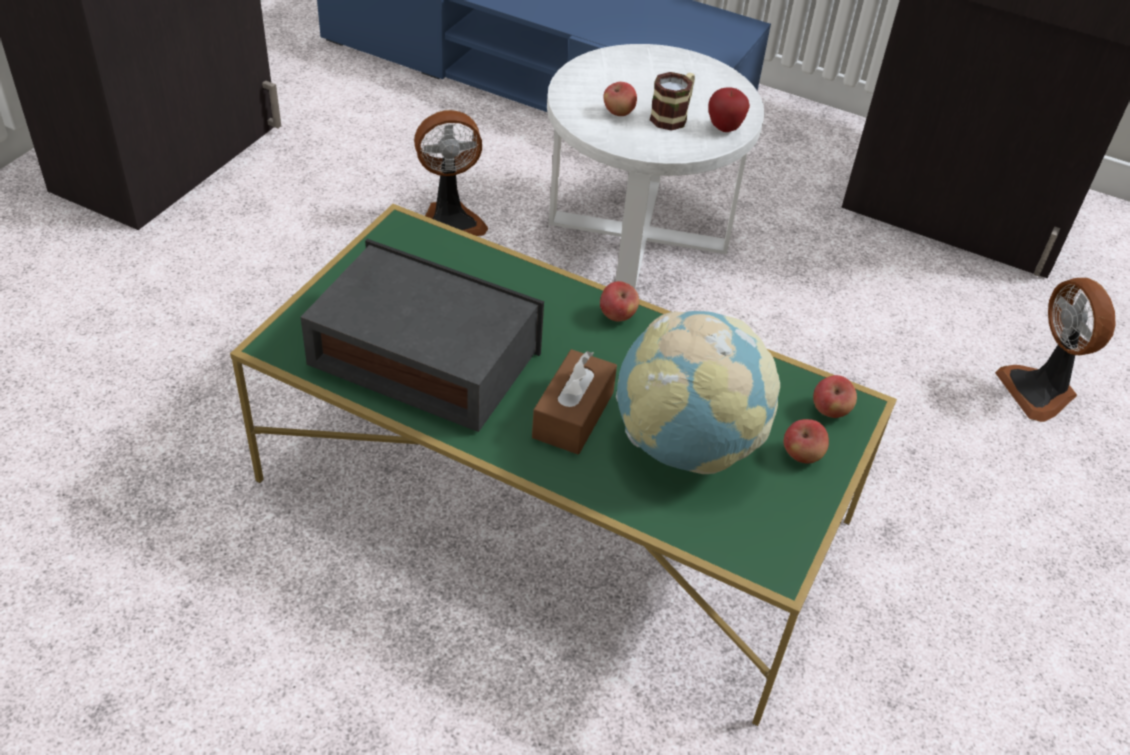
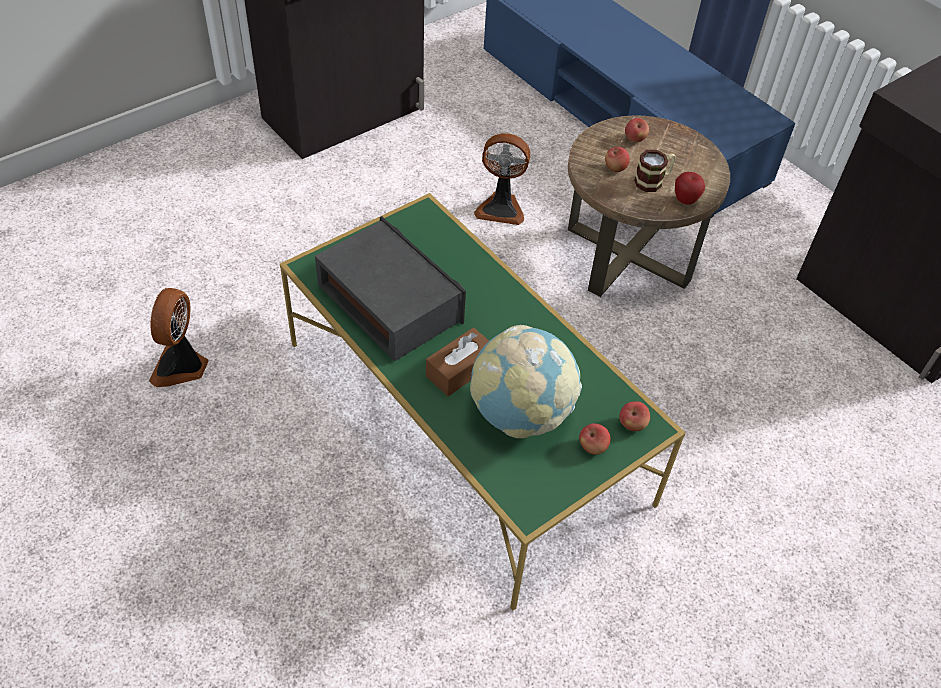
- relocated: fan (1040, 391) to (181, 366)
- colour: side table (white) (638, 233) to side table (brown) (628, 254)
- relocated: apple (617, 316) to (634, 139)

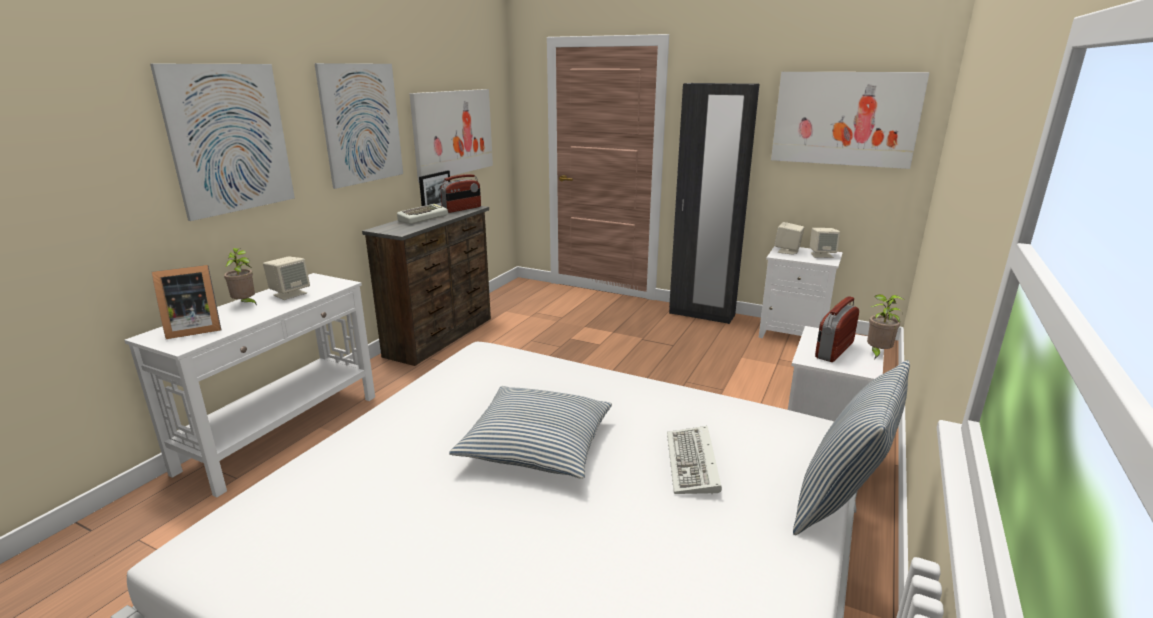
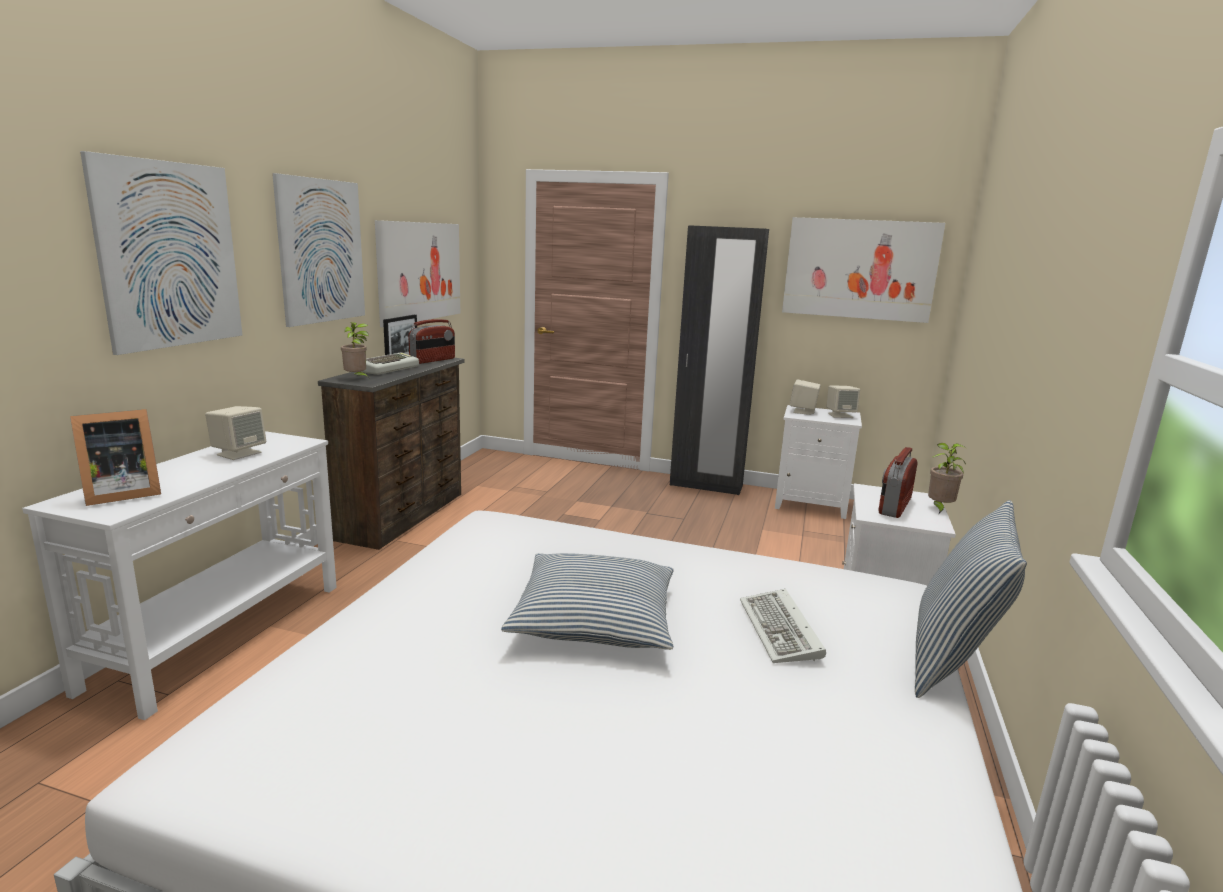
- relocated: potted plant (245, 304) to (357, 378)

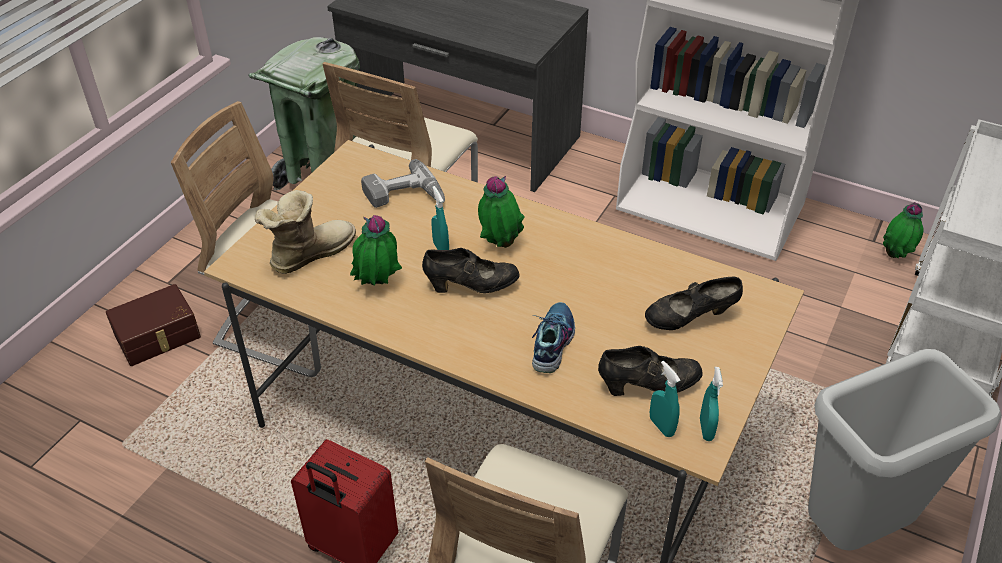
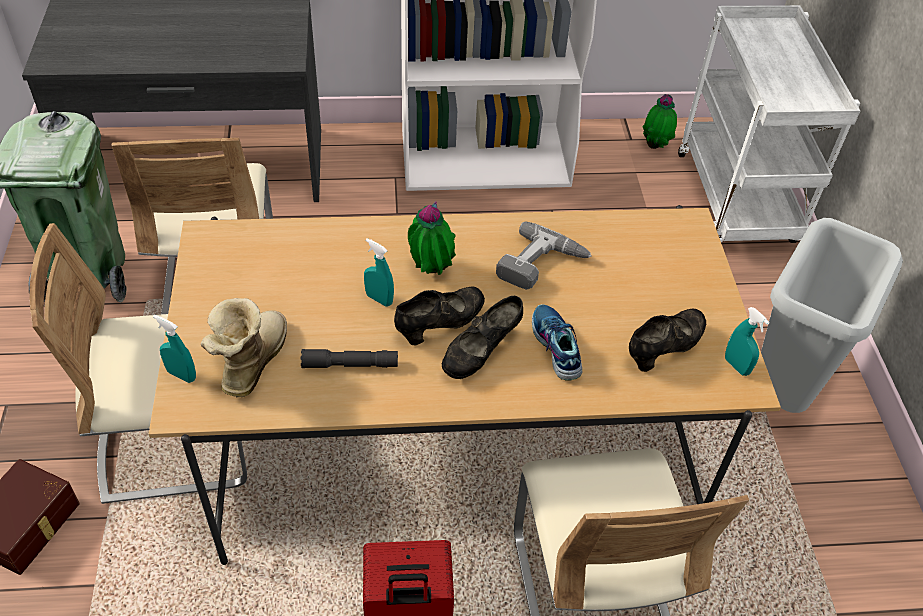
- relocated: spray bottle (turquoise) (661, 426) to (181, 375)
- exchanged: potted plant (378, 285) to flashlight (grey) (350, 364)
- relocated: shoe (black) (690, 319) to (481, 353)
- relocated: power drill (405, 197) to (541, 266)

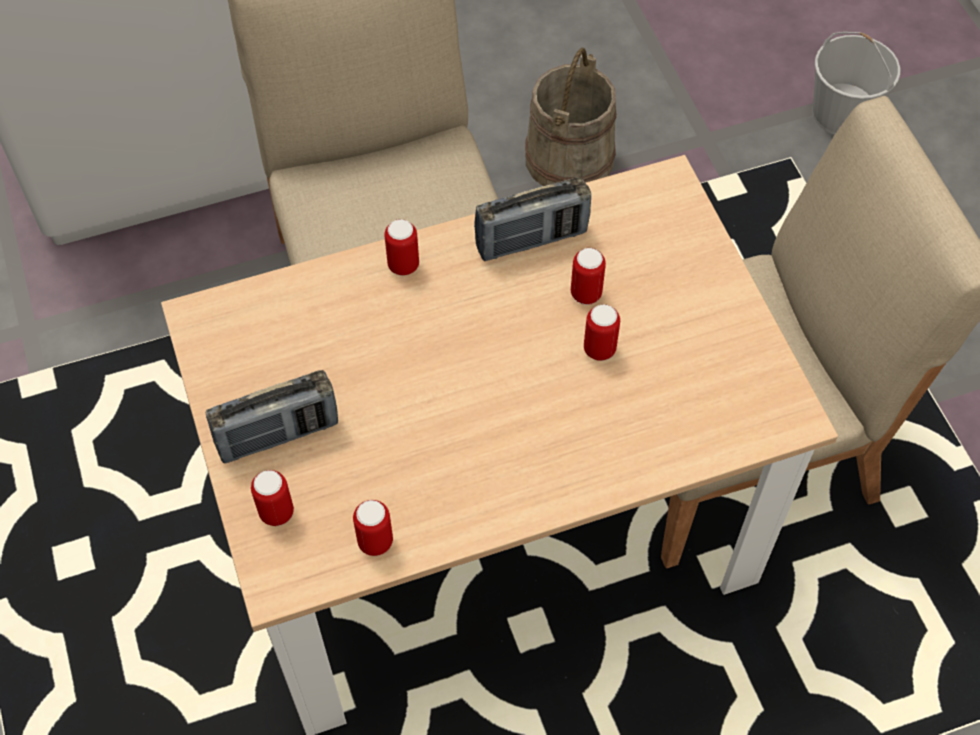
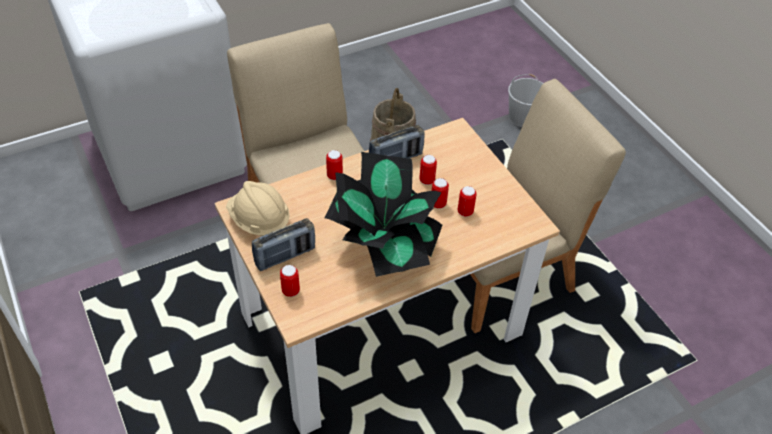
- appeared: hard hat (beige) (259, 221)
- appeared: potted plant (384, 243)
- relocated: can (375, 542) to (465, 212)

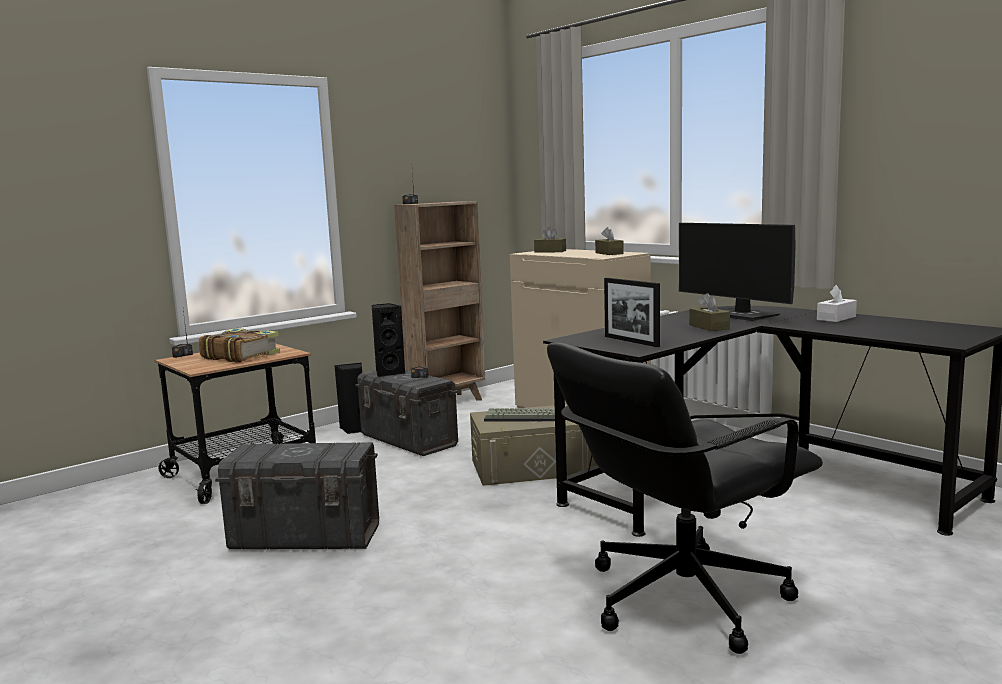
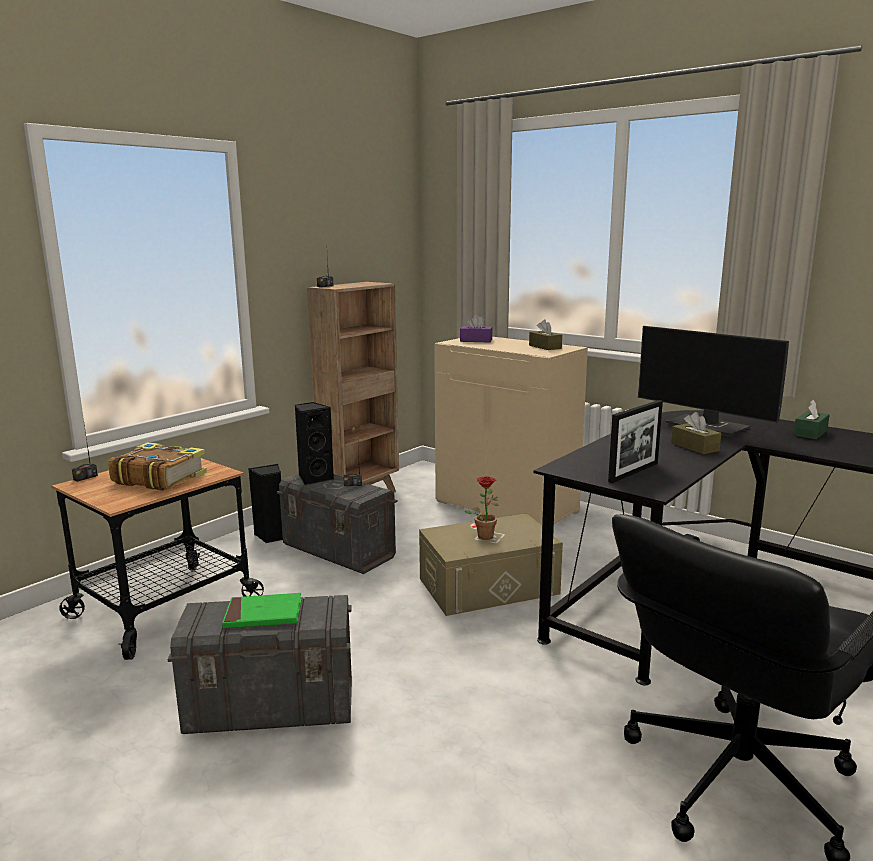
- appeared: book (green) (263, 615)
- colour: tissue box (brown) (550, 251) to tissue box (purple) (476, 340)
- exchanged: keyboard (526, 416) to potted plant (484, 535)
- spun: picture frame (631, 341) = (633, 472) 90 degrees counterclockwise
- colour: tissue box (white) (836, 318) to tissue box (green) (810, 433)

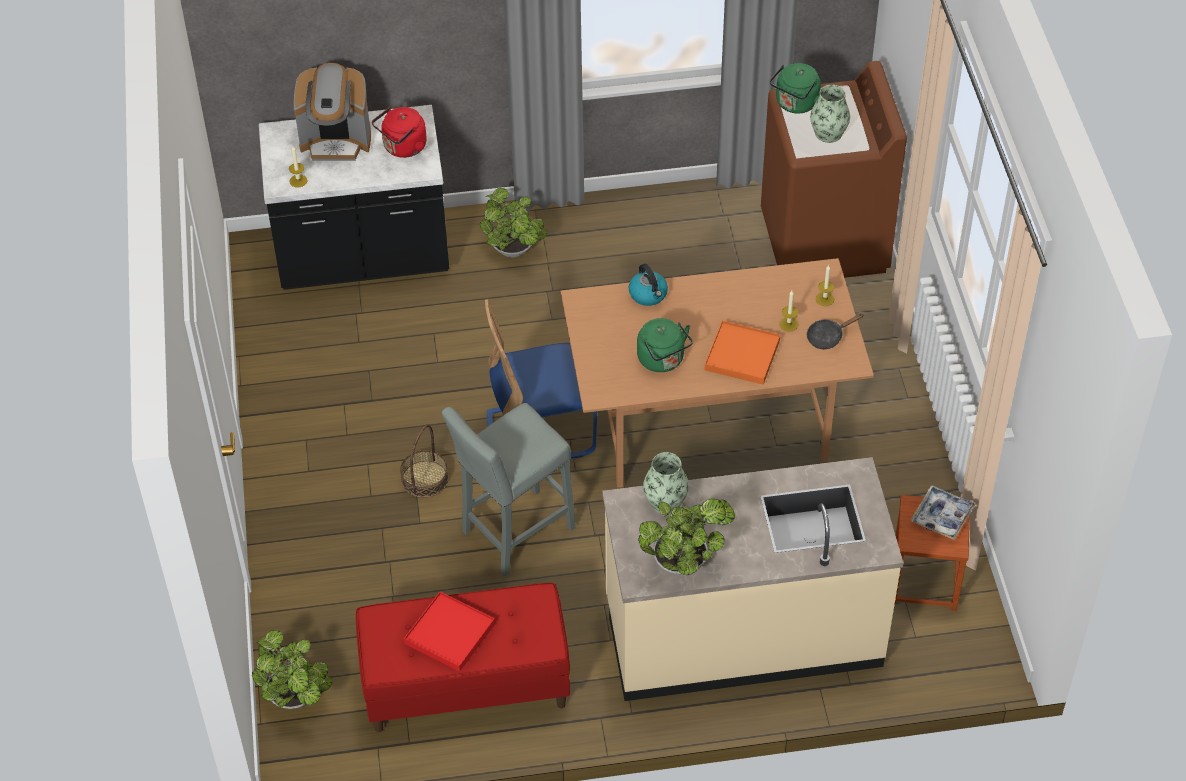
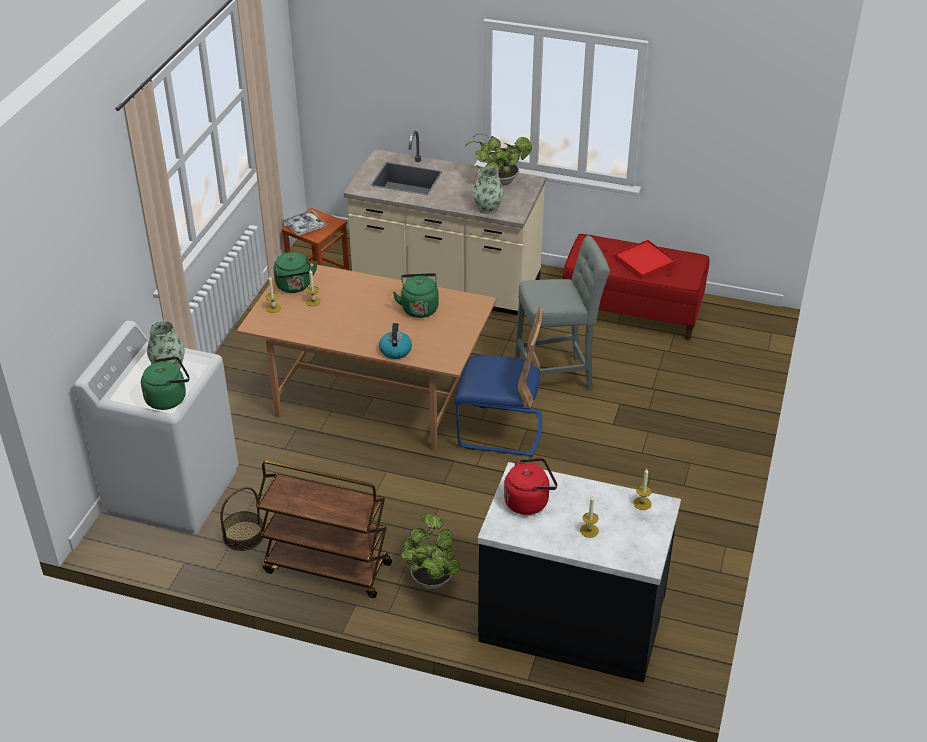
- colour: washing machine (brown) (824, 242) to washing machine (white) (173, 491)
- relocated: basket (424, 479) to (243, 536)
- appeared: cart (brown) (326, 568)
- exchanged: frying pan (black) (828, 337) to kettle (green) (294, 286)
- exchanged: coffee machine (336, 141) to candle (589, 530)
- missing: potted plant (296, 699)
- missing: tray (orange) (742, 355)

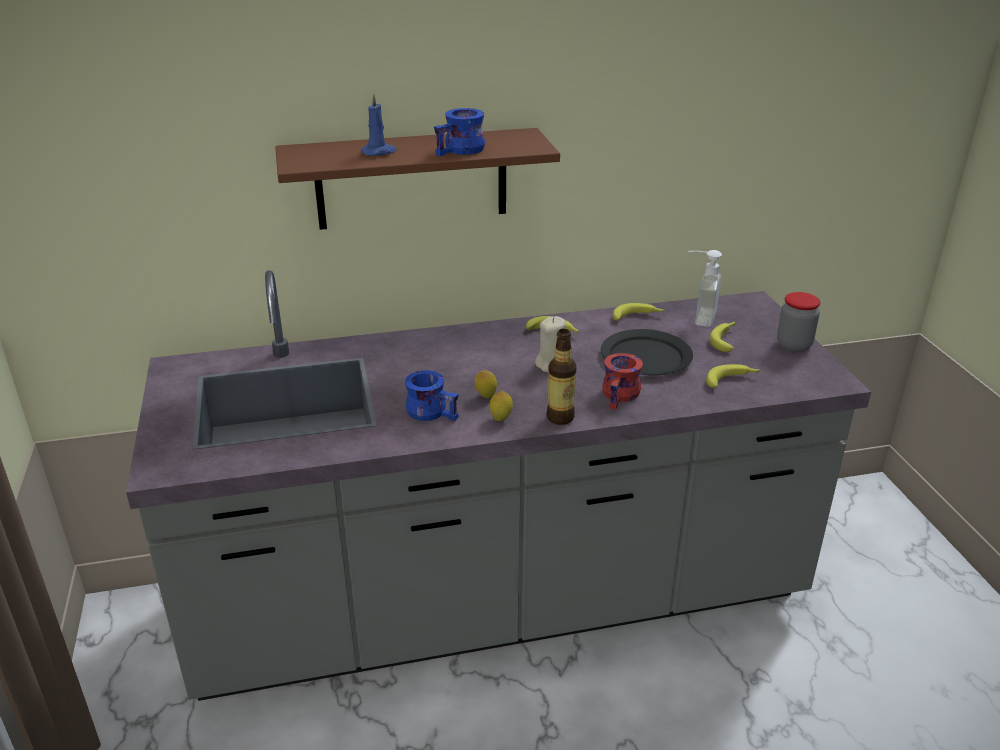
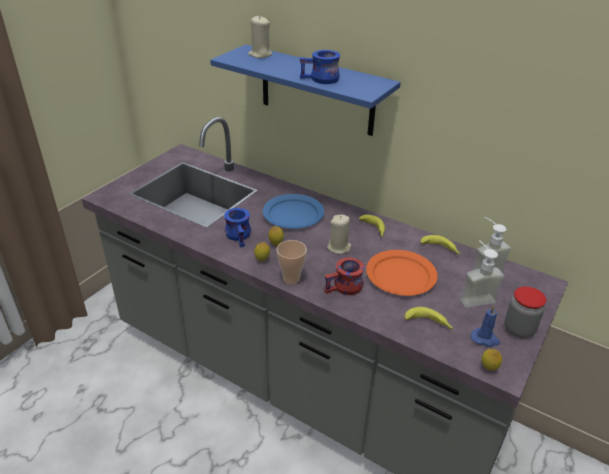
- colour: shelf (brown) (412, 179) to shelf (blue) (317, 91)
- appeared: candle (beige) (260, 54)
- appeared: plate (blue) (293, 214)
- exchanged: bottle (560, 417) to cup (291, 278)
- colour: plate (black) (645, 357) to plate (orange) (400, 275)
- exchanged: banana (726, 339) to soap dispenser (474, 296)
- relocated: candle (blue) (379, 152) to (485, 339)
- appeared: lemon (488, 369)

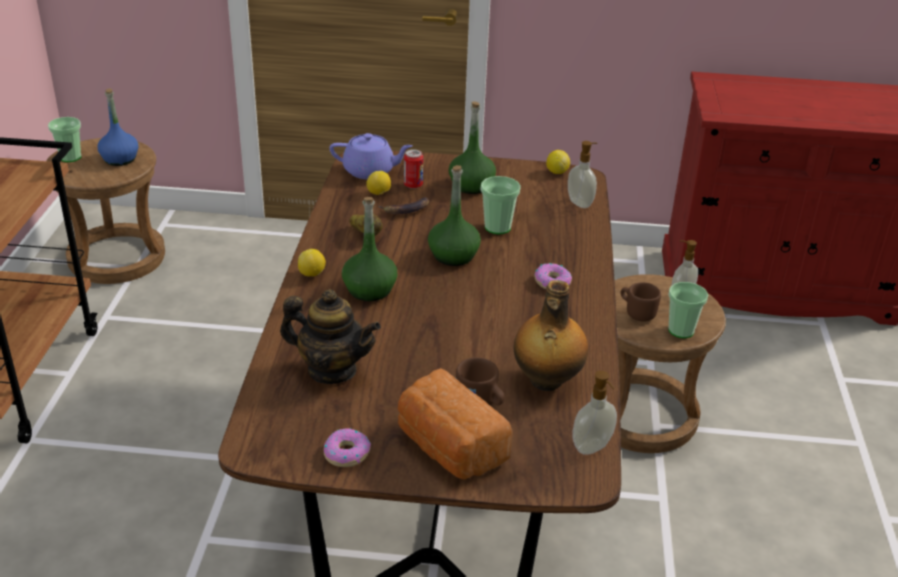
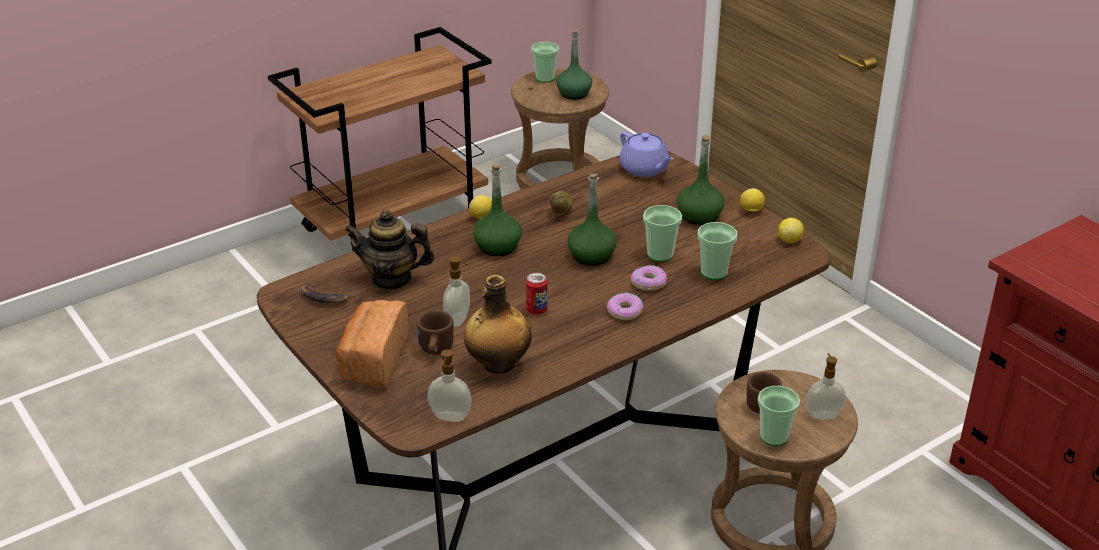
- relocated: banana (406, 209) to (323, 297)
- spun: teapot (332, 370) = (391, 279) 120 degrees clockwise
- relocated: soap dispenser (580, 203) to (458, 320)
- relocated: can (413, 185) to (536, 310)
- colour: bottle (blue) (120, 159) to bottle (green) (574, 94)
- relocated: donut (346, 453) to (648, 282)
- appeared: cup (714, 272)
- relocated: lemon (379, 194) to (751, 210)

